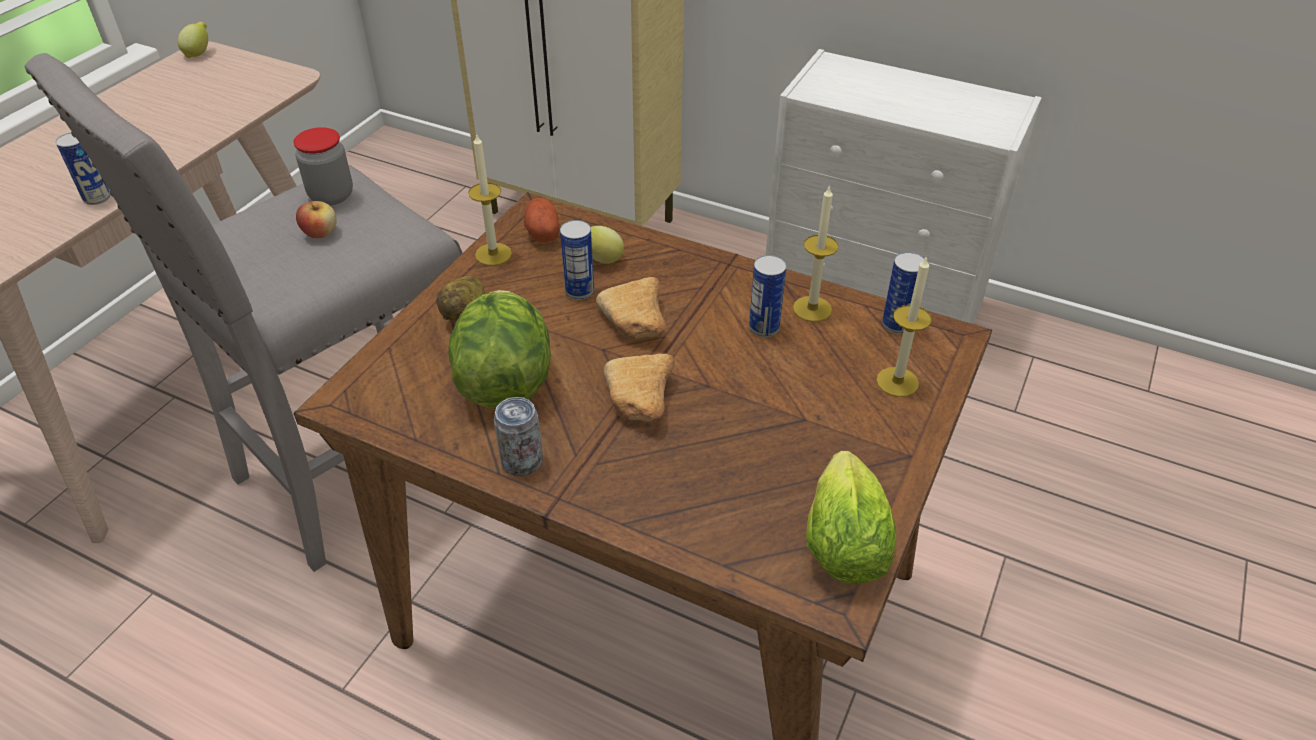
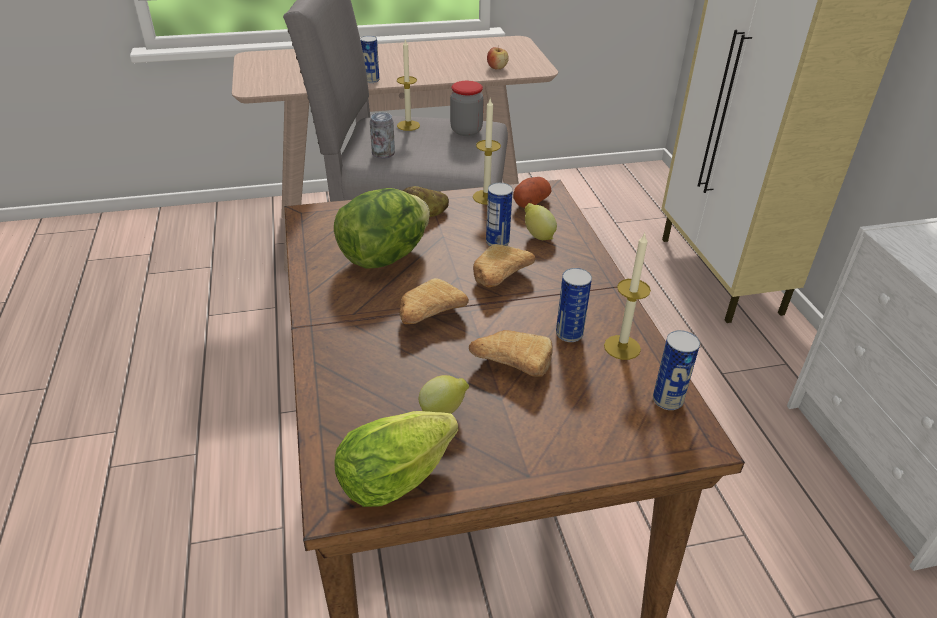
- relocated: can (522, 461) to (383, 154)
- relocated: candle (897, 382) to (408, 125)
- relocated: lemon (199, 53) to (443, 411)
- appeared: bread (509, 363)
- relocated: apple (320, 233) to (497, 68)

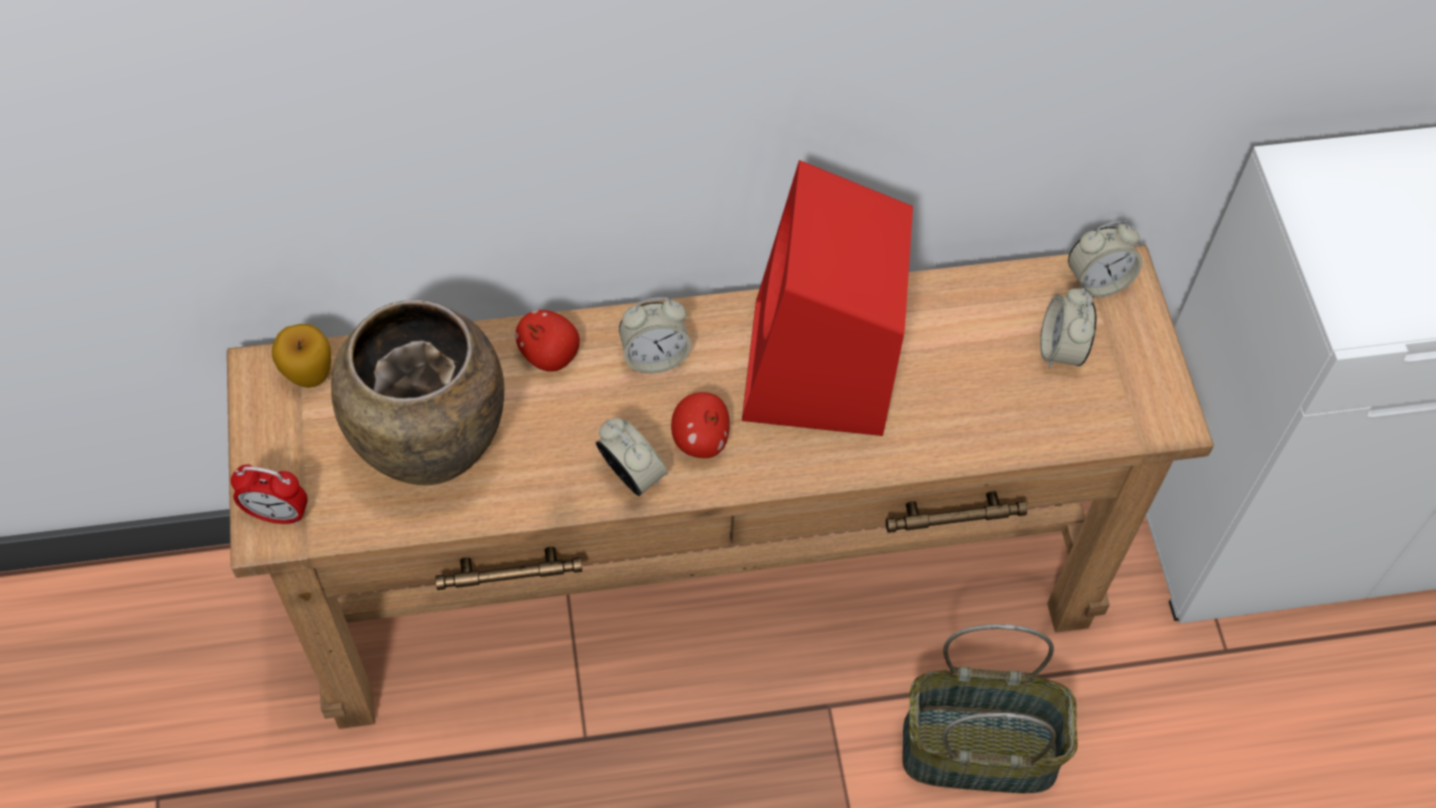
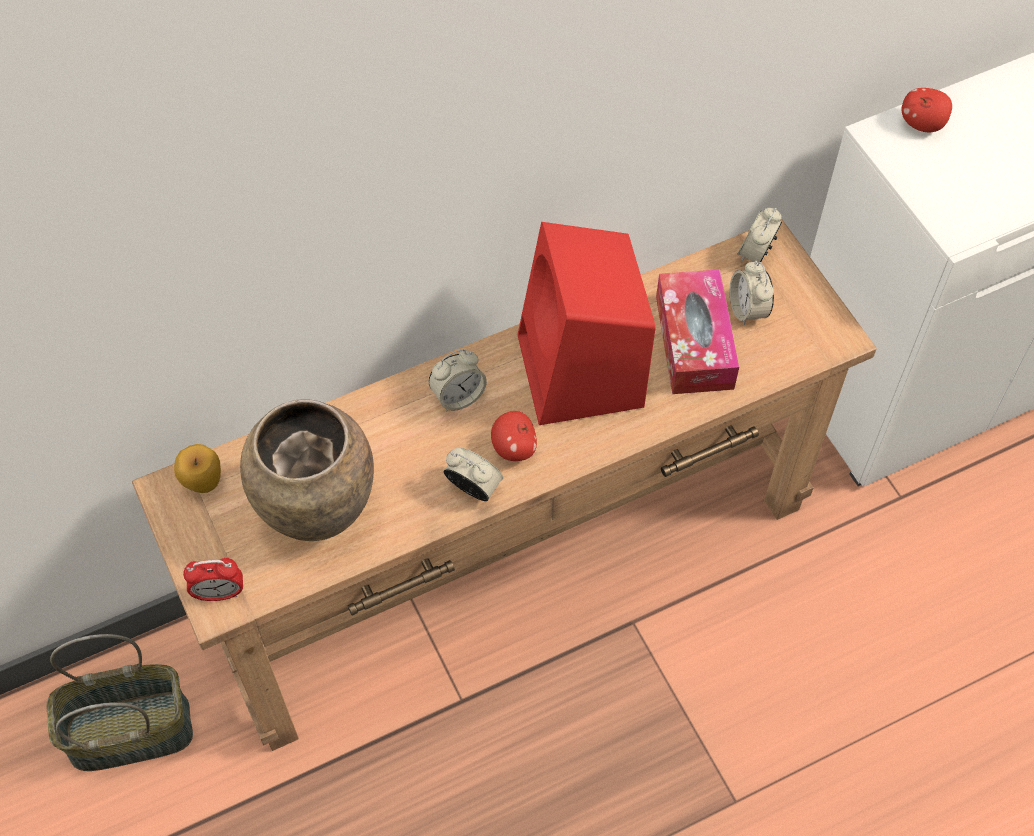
- relocated: basket (980, 748) to (131, 730)
- appeared: tissue box (694, 342)
- spun: alarm clock (1097, 281) = (756, 253) 150 degrees clockwise
- relocated: apple (549, 355) to (922, 124)

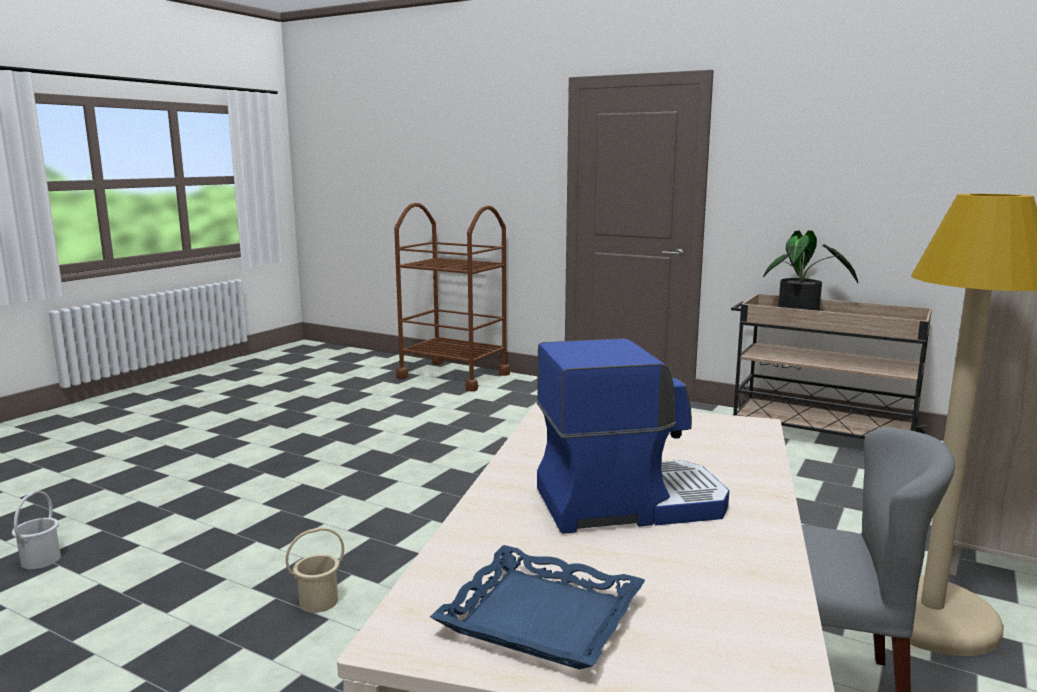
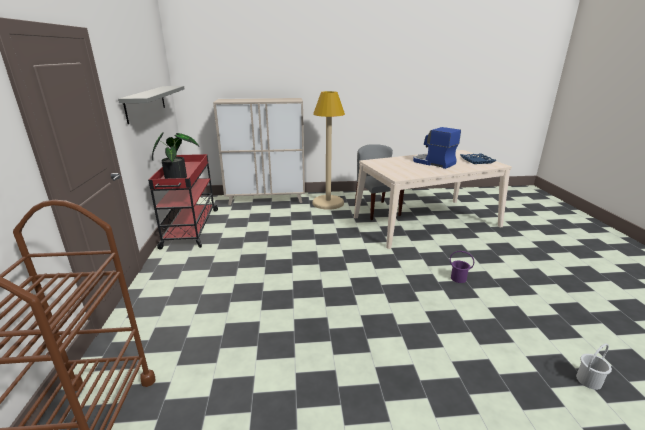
- appeared: shelf (grey) (146, 103)
- colour: cart (beige) (819, 435) to cart (red) (190, 228)
- colour: bucket (beige) (319, 602) to bucket (purple) (458, 278)

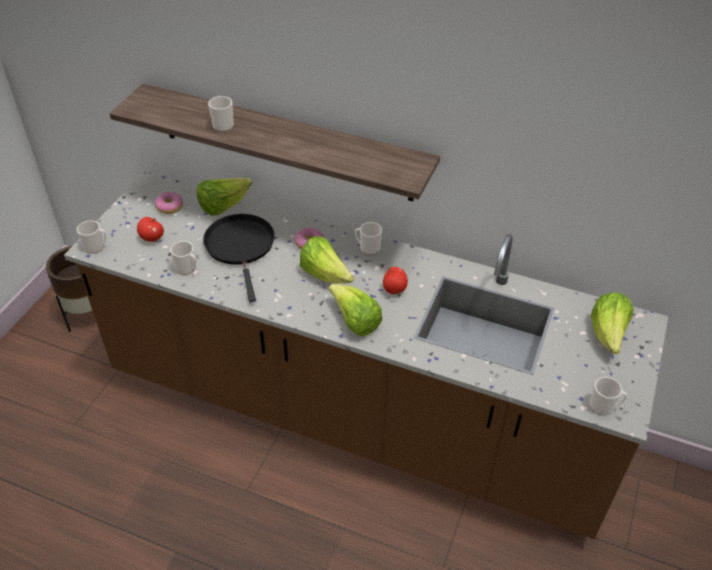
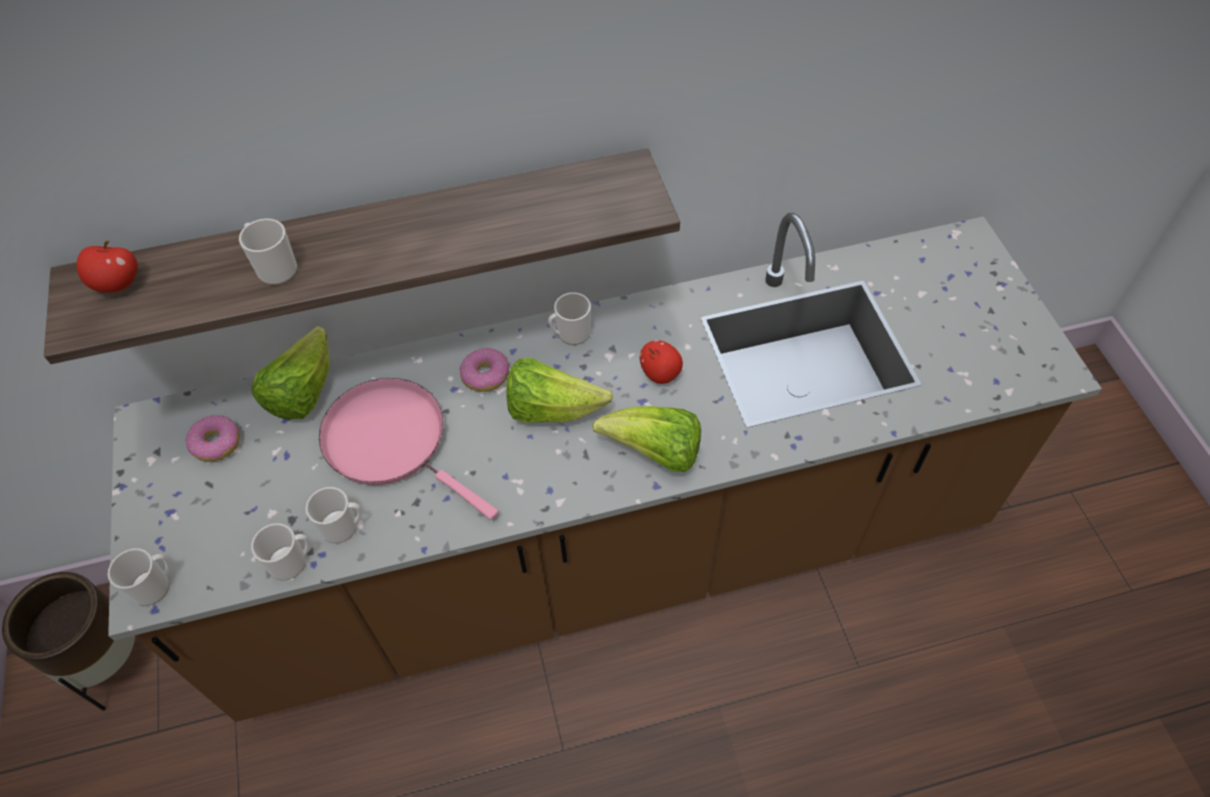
- relocated: apple (152, 238) to (118, 284)
- relocated: mug (604, 406) to (292, 562)
- colour: frying pan (black) (241, 247) to frying pan (pink) (392, 441)
- missing: lettuce (608, 334)

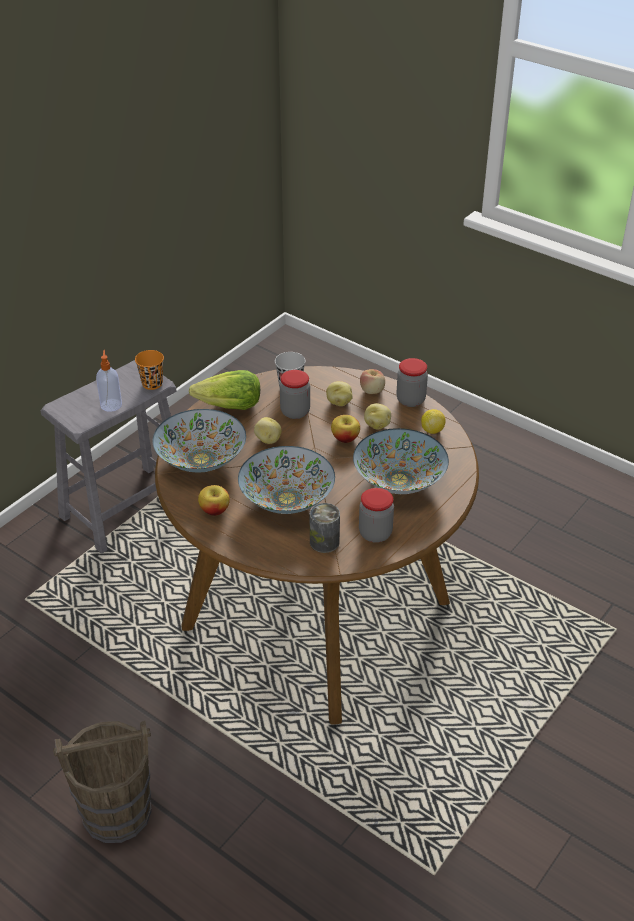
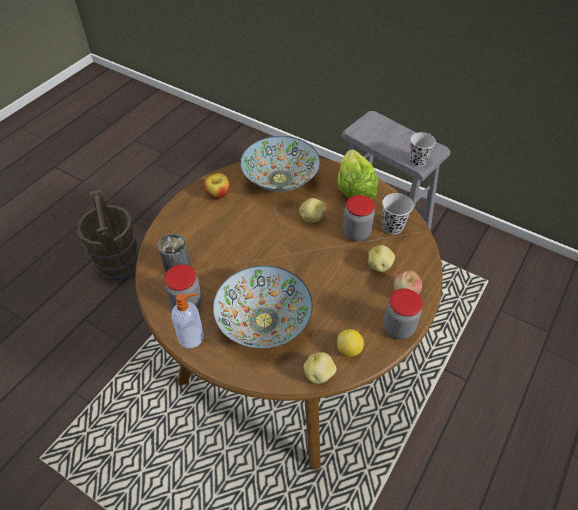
- relocated: soap dispenser (111, 404) to (192, 337)
- relocated: potato (377, 424) to (319, 374)
- colour: cup (orange) (152, 384) to cup (black) (418, 161)
- missing: bowl (287, 499)
- missing: apple (345, 438)

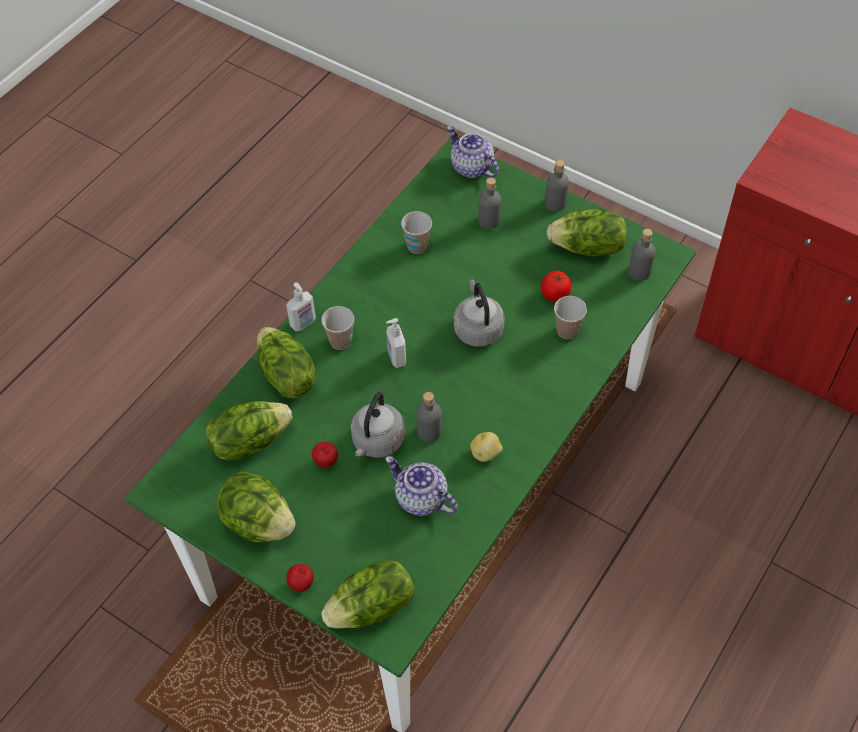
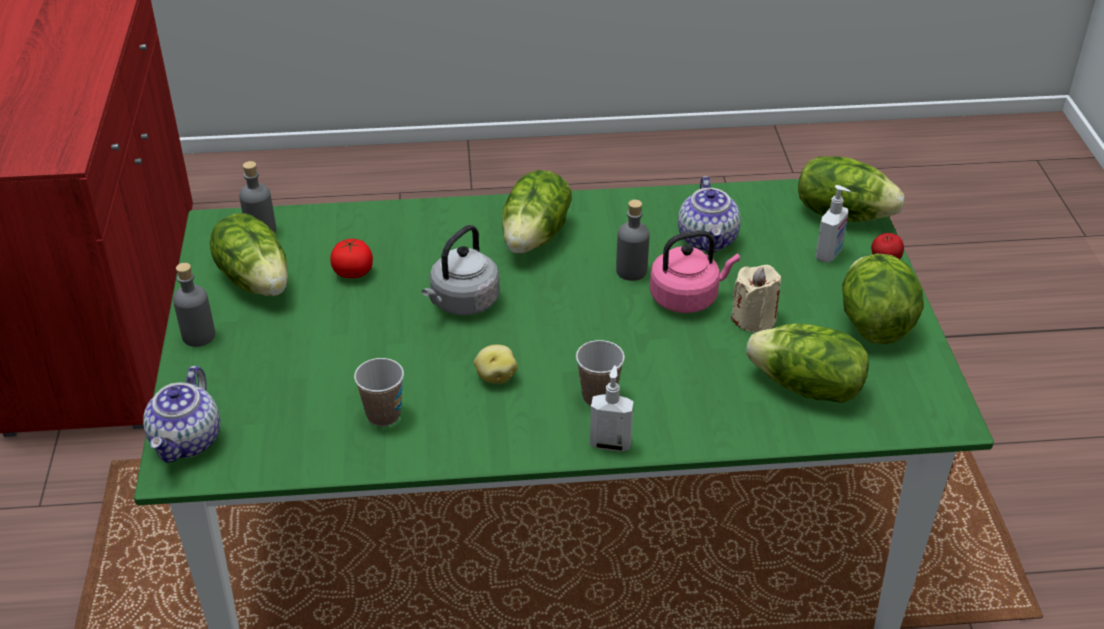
- relocated: potato (486, 453) to (495, 376)
- relocated: lettuce (286, 376) to (536, 237)
- colour: kettle (grey) (377, 442) to kettle (pink) (687, 298)
- exchanged: apple (326, 462) to candle (beige) (754, 319)
- relocated: soap dispenser (396, 358) to (829, 254)
- missing: bottle (grey) (489, 221)
- missing: cup (567, 331)

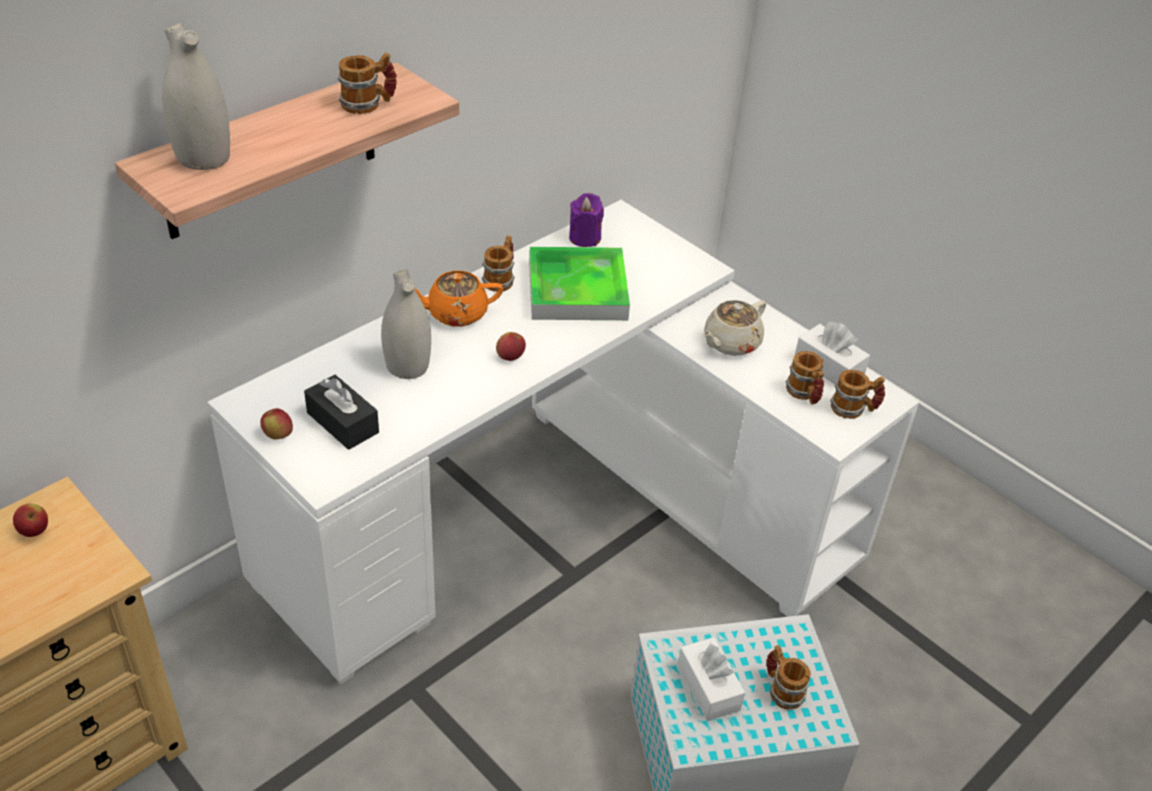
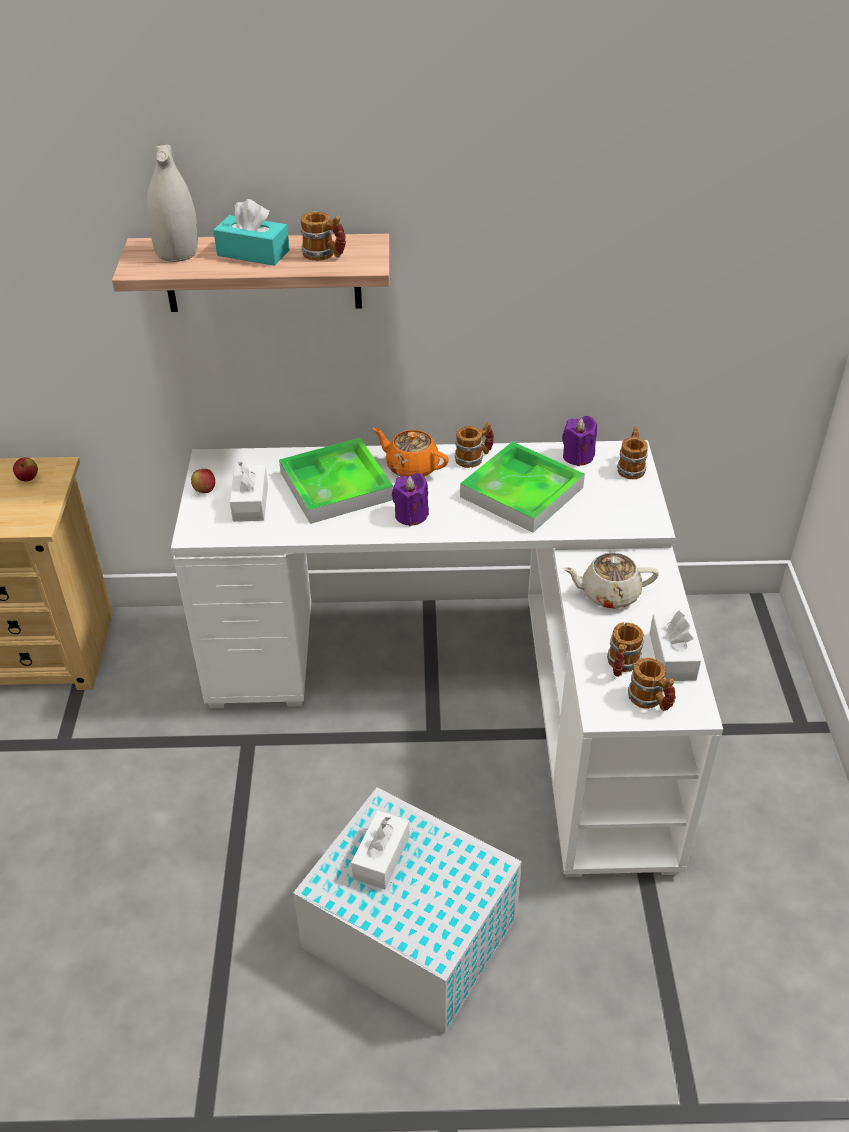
- appeared: tissue box (turquoise) (253, 253)
- colour: tissue box (black) (342, 422) to tissue box (white) (250, 502)
- exchanged: vase (white) (408, 364) to tray (336, 486)
- exchanged: apple (510, 357) to candle (purple) (411, 515)
- relocated: mug (782, 689) to (631, 467)

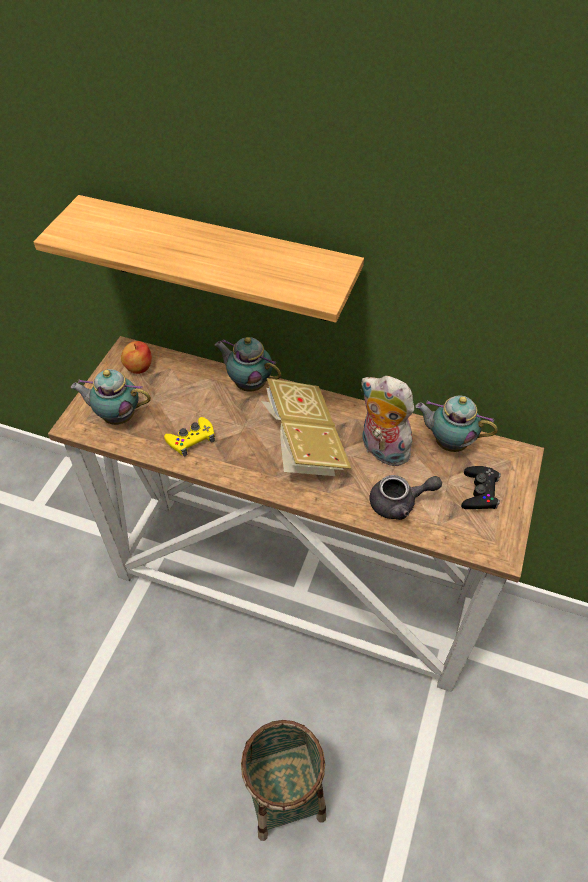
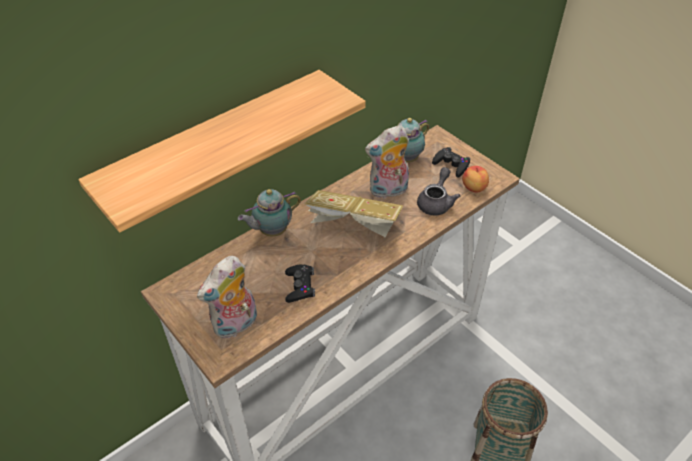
- exchanged: teapot (117, 416) to plush toy (236, 325)
- colour: game controller (yellow) (191, 439) to game controller (black) (300, 286)
- relocated: apple (138, 367) to (473, 188)

